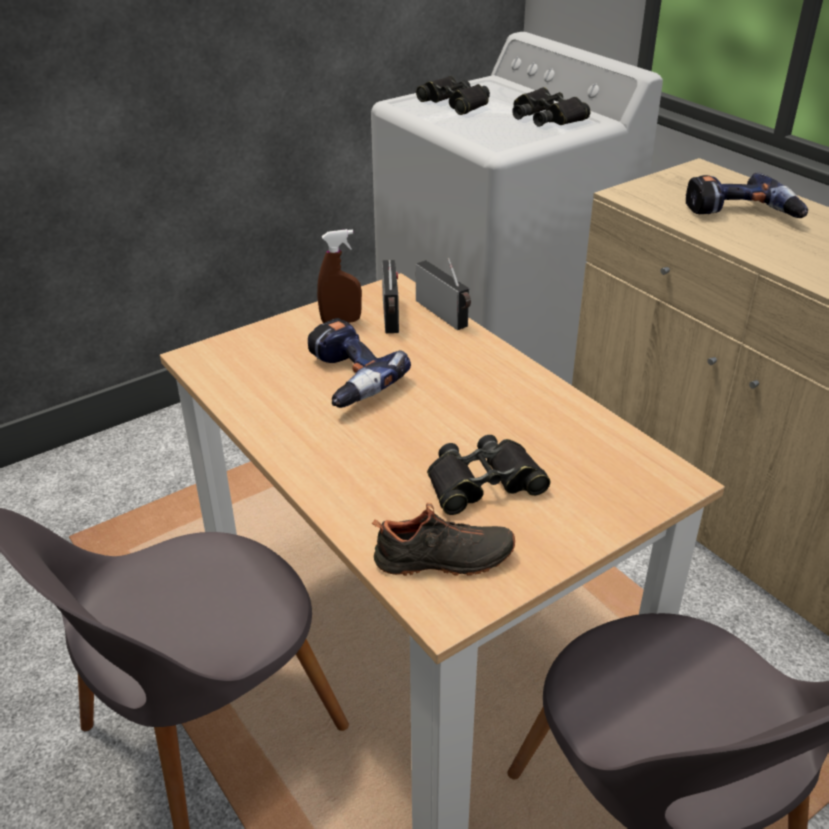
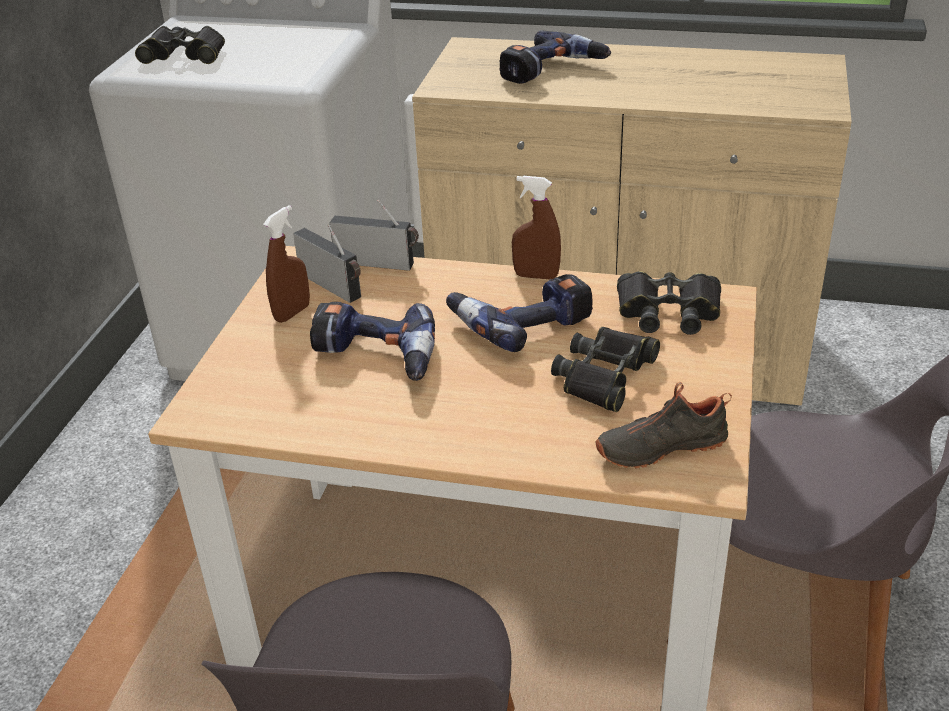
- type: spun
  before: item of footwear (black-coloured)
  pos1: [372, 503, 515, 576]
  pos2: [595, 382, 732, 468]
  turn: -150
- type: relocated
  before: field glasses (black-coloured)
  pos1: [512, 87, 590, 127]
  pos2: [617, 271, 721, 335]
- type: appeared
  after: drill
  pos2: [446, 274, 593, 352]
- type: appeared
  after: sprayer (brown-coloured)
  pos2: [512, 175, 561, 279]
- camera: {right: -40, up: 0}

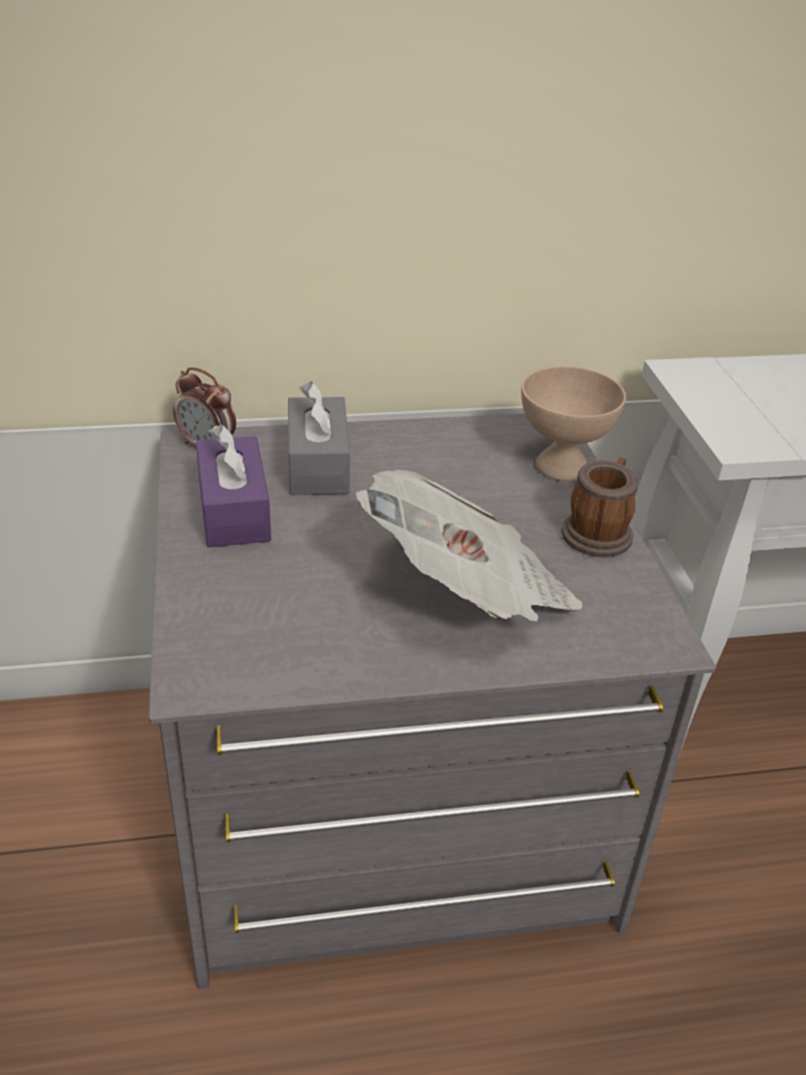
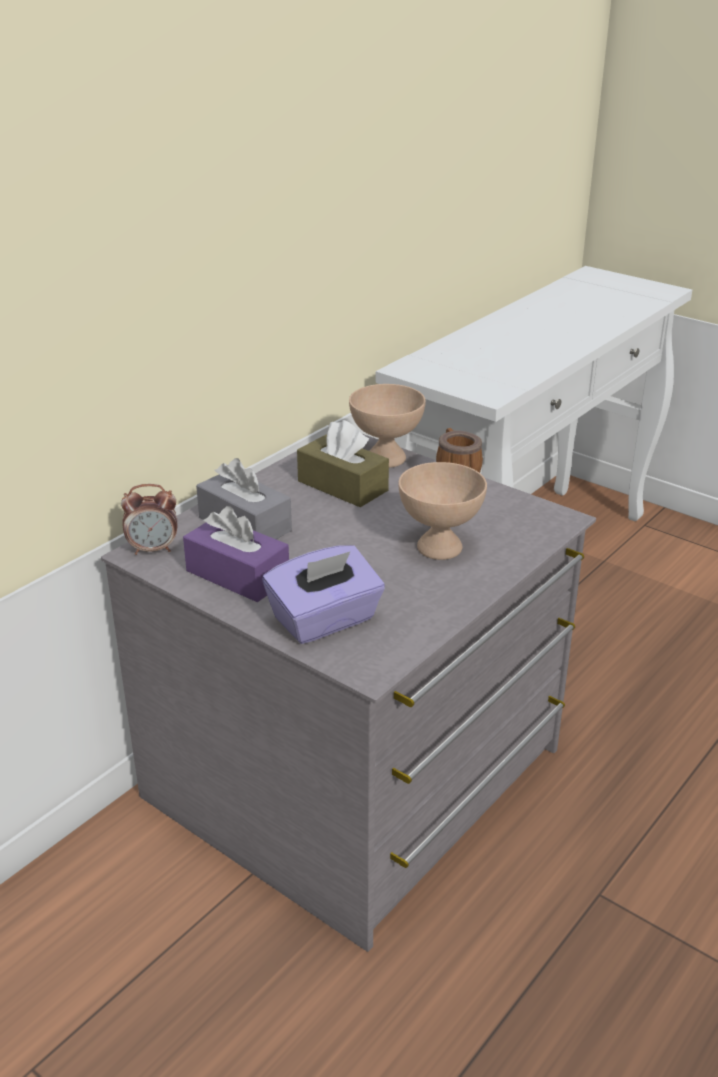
- type: exchanged
  before: newspaper
  after: deep dish (beige-coloured)
  pos1: [355, 470, 582, 621]
  pos2: [398, 462, 487, 560]
- type: appeared
  after: tissue holder (purplish)
  pos2: [263, 545, 385, 644]
- type: appeared
  after: tissue holder (brown-coloured)
  pos2: [297, 420, 389, 507]
- camera: {right: -40, up: -5}

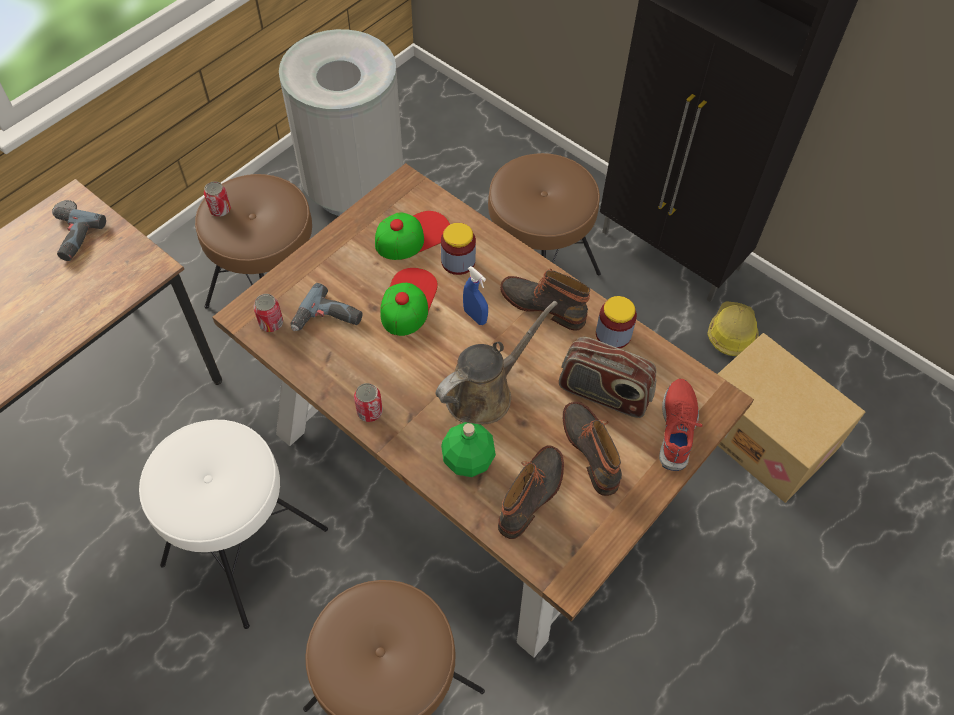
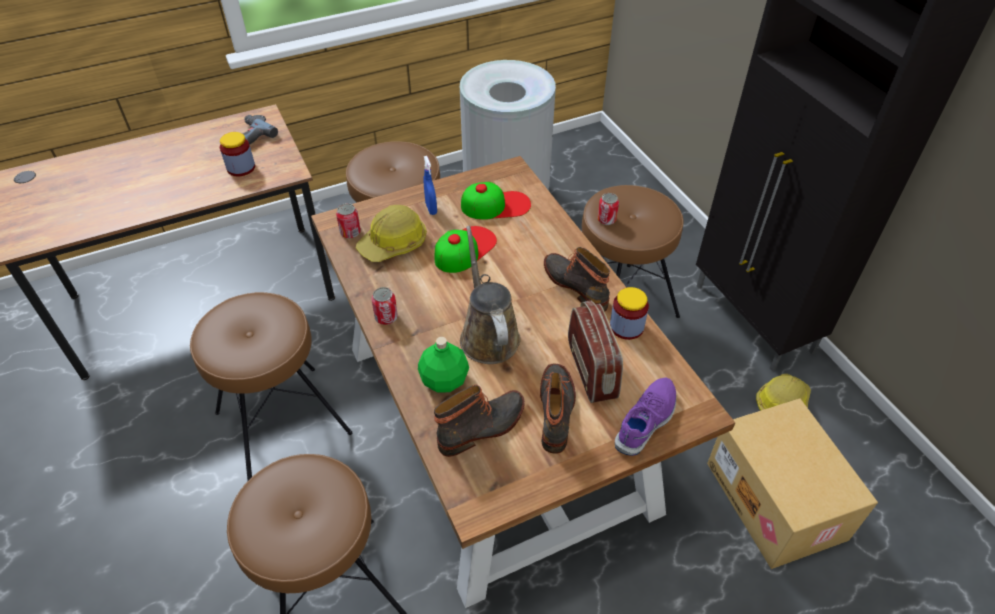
- type: colour
  before: stool (whitish)
  after: stool (brown-coloured)
  pos1: [139, 420, 328, 629]
  pos2: [190, 292, 352, 481]
- type: relocated
  before: sealed can
  pos1: [204, 181, 231, 217]
  pos2: [598, 193, 619, 225]
- type: exchanged
  before: drill
  after: safety helmet
  pos1: [291, 283, 363, 331]
  pos2: [356, 205, 427, 262]
- type: spun
  before: sprinkling can (brown-coloured)
  pos1: [436, 301, 558, 425]
  pos2: [460, 226, 521, 364]
  turn: -90
- type: relocated
  before: jar
  pos1: [441, 223, 476, 275]
  pos2: [220, 132, 255, 176]
- type: relocated
  before: sprayer (blue-coloured)
  pos1: [463, 266, 488, 325]
  pos2: [423, 156, 437, 215]
- type: spun
  before: radio set
  pos1: [559, 336, 657, 418]
  pos2: [568, 301, 623, 403]
  turn: -150
- type: colour
  before: item of footwear (red)
  after: item of footwear (purplish)
  pos1: [659, 379, 702, 471]
  pos2: [615, 377, 676, 456]
- camera: {right: 25, up: -10}

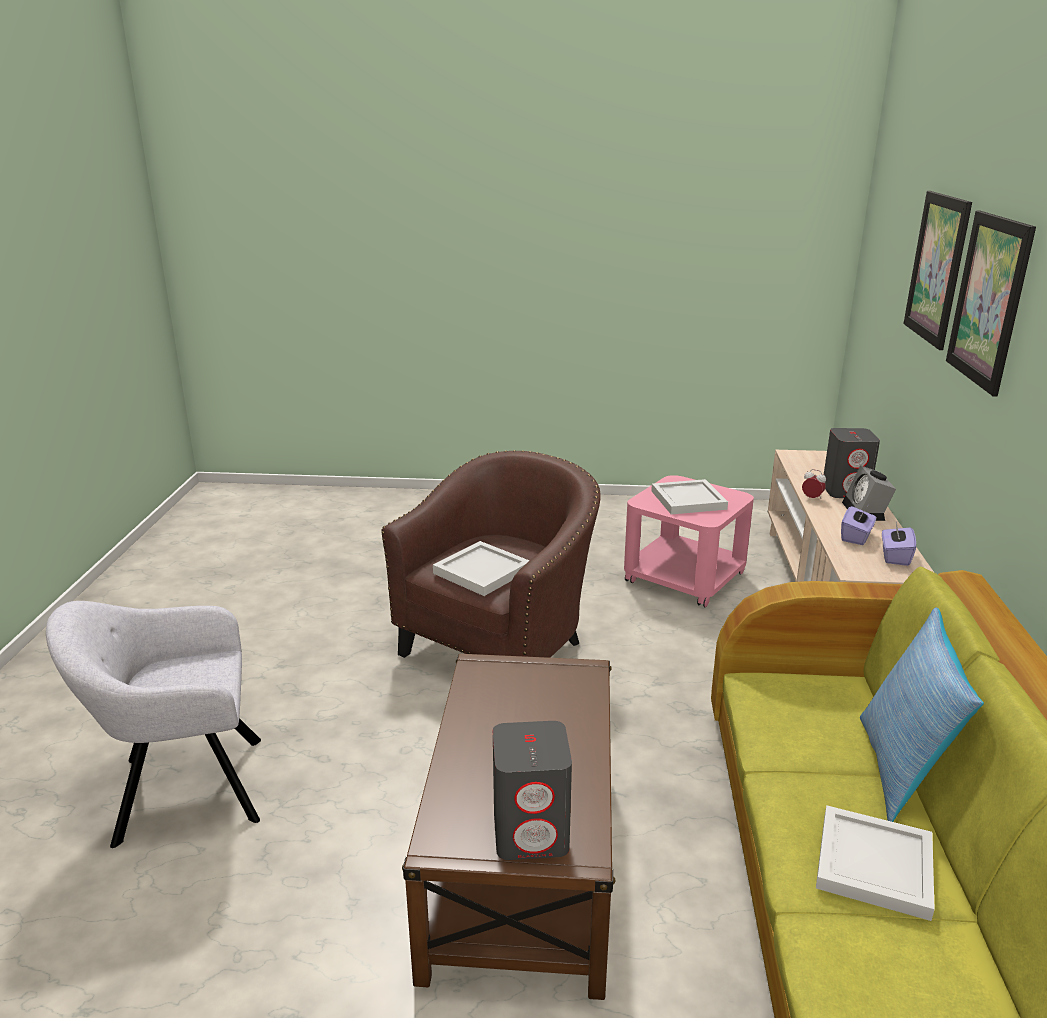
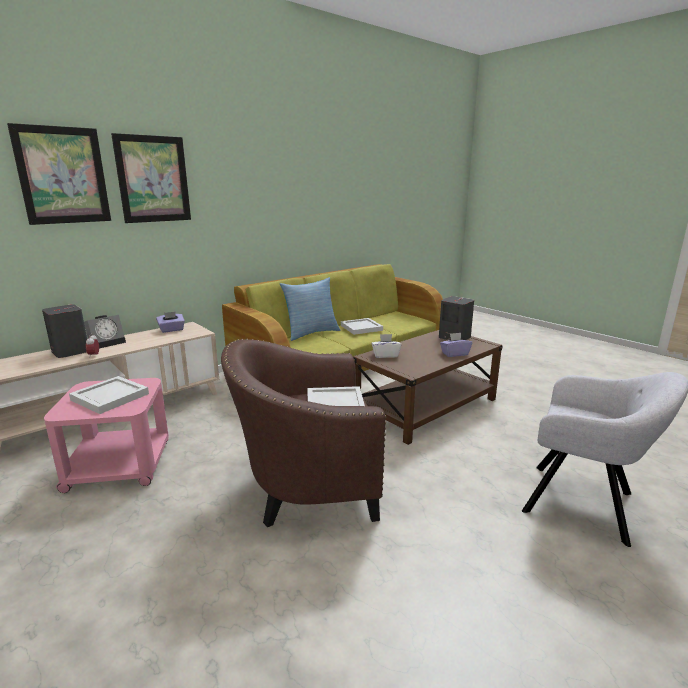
- type: relocated
  before: tissue holder (purplish)
  pos1: [841, 506, 876, 545]
  pos2: [440, 333, 472, 357]
- type: appeared
  after: tissue holder (whitish)
  pos2: [371, 334, 401, 358]
- camera: {right: -135, up: -5}

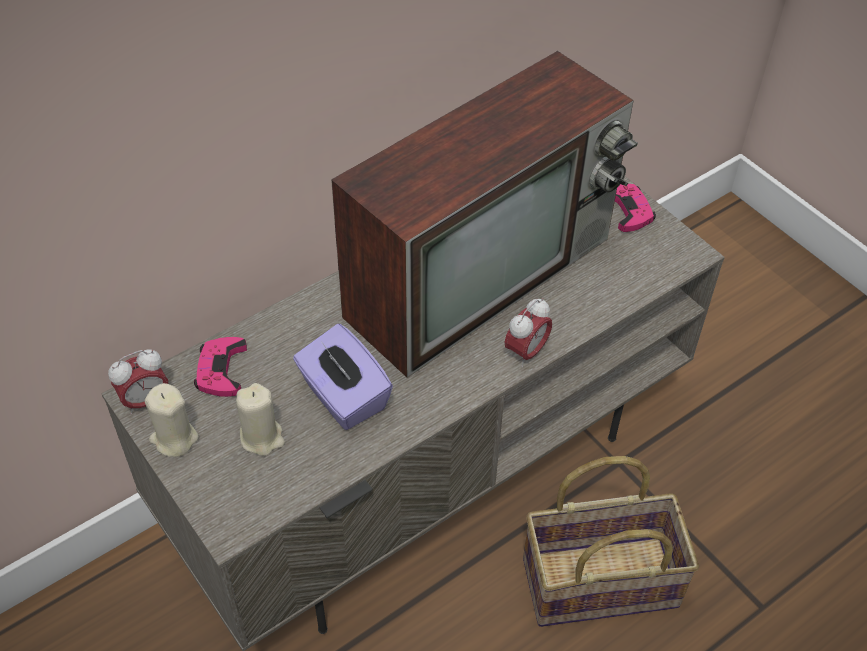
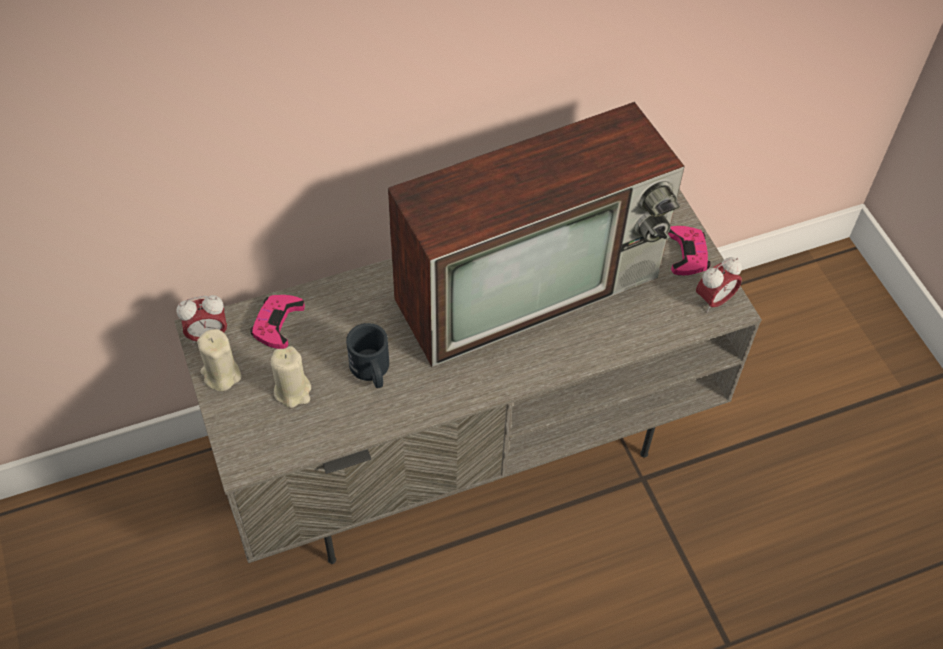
- type: exchanged
  before: tissue holder (purplish)
  after: tea mug (black-coloured)
  pos1: [293, 324, 393, 430]
  pos2: [346, 323, 389, 388]
- type: relocated
  before: table clock
  pos1: [505, 298, 552, 367]
  pos2: [696, 257, 742, 313]
- type: missing
  before: household basket
  pos1: [523, 456, 699, 627]
- camera: {right: 15, up: 5}

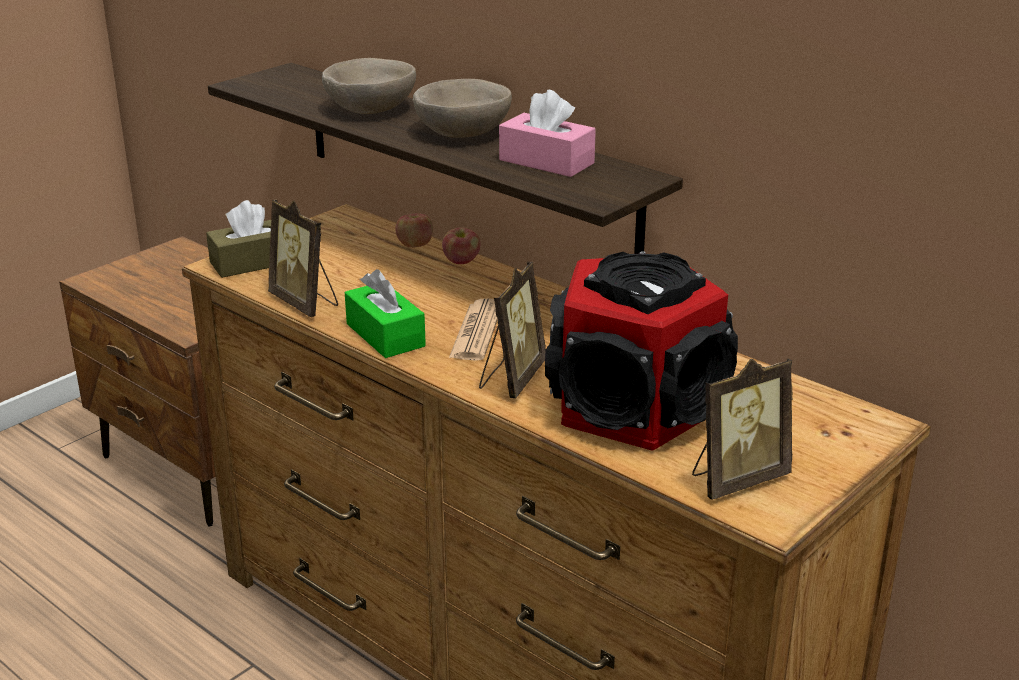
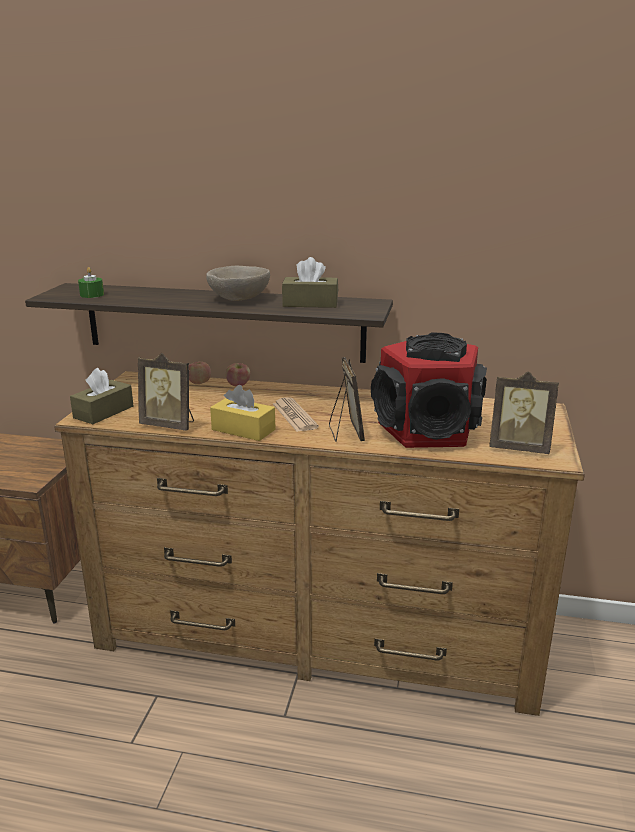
- type: missing
  before: deep dish (beige-coloured)
  pos1: [322, 58, 416, 114]
- type: colour
  before: tissue holder (green)
  after: tissue holder (yellow-coloured)
  pos1: [345, 269, 426, 358]
  pos2: [210, 385, 275, 441]
- type: colour
  before: tissue holder (pink)
  after: tissue holder (brown-coloured)
  pos1: [499, 90, 596, 177]
  pos2: [282, 257, 338, 308]
- type: spun
  before: picture frame
  pos1: [692, 358, 793, 500]
  pos2: [489, 371, 559, 454]
  turn: 75
- type: appeared
  after: wax candle (green)
  pos2: [78, 267, 104, 298]
- camera: {right: -30, up: -5}

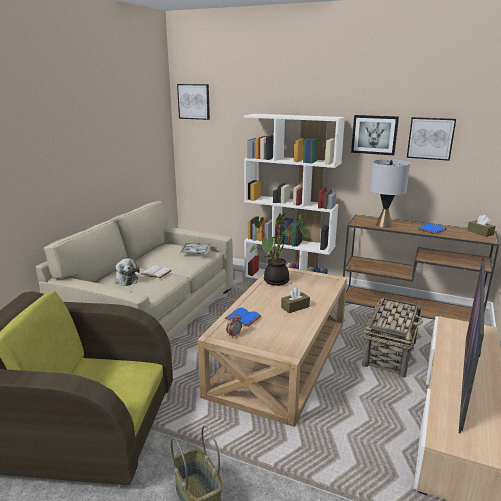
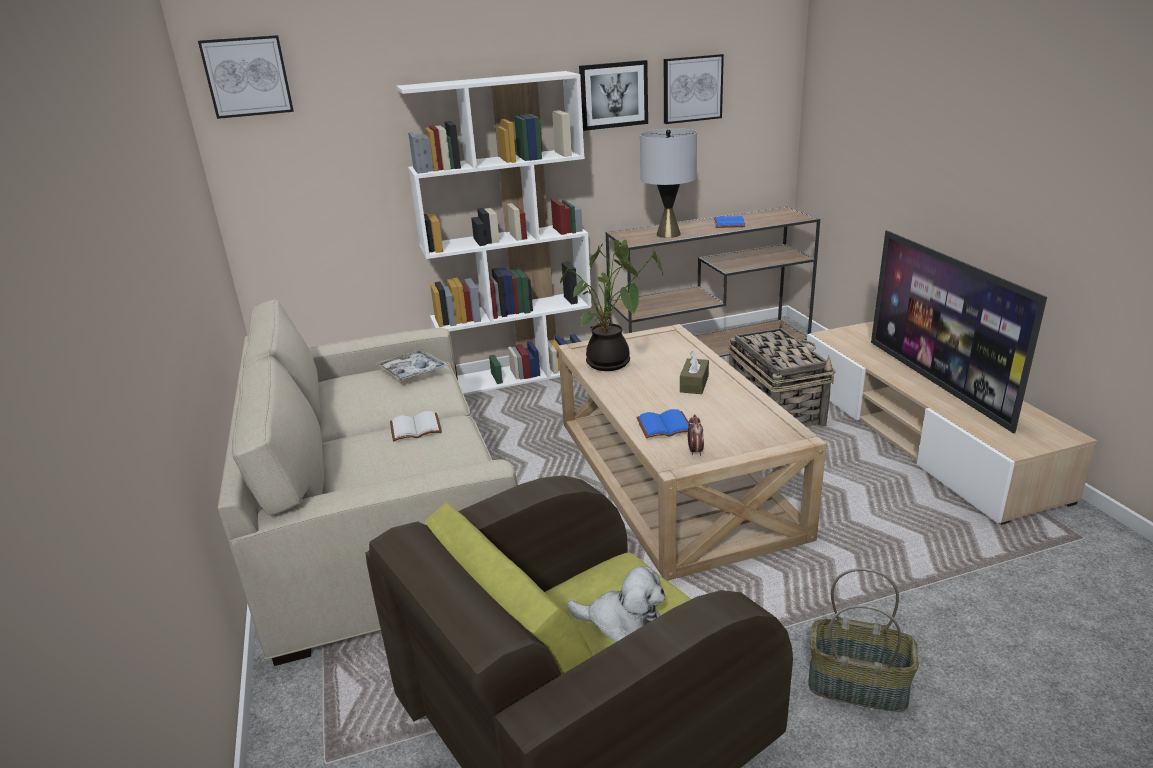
- type: relocated
  before: soft toy
  pos1: [114, 258, 140, 286]
  pos2: [567, 566, 665, 643]
- type: missing
  before: tissue holder (brown-coloured)
  pos1: [467, 215, 496, 237]
- camera: {right: -40, up: 5}

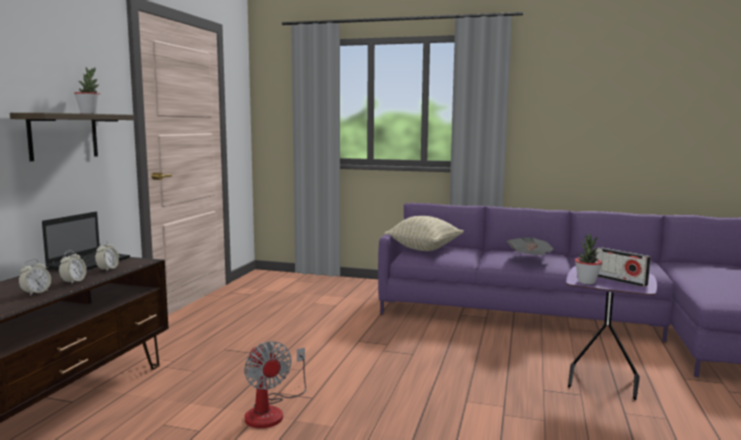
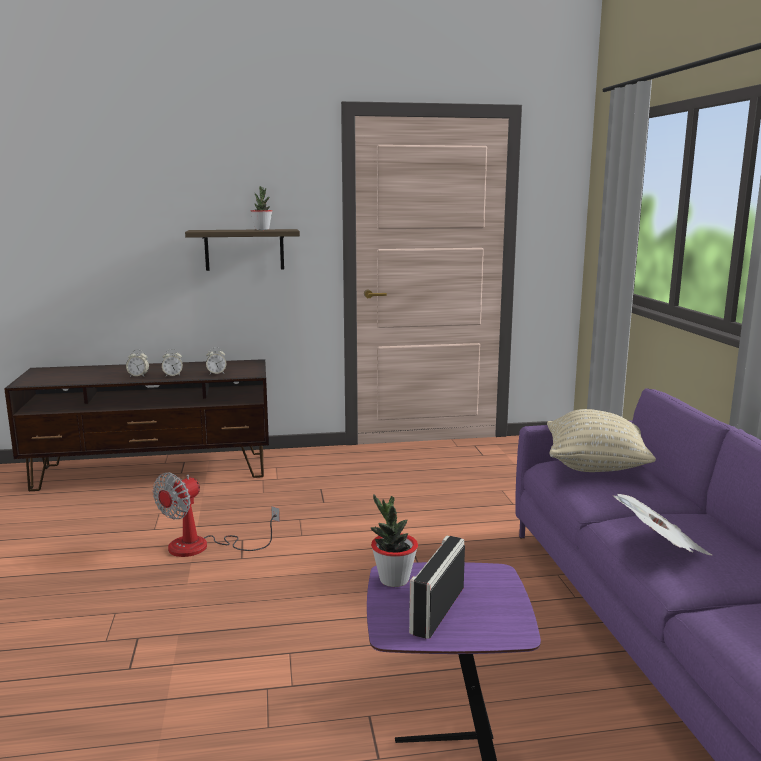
- type: missing
  before: portable computer
  pos1: [42, 212, 130, 270]
- camera: {right: 65, up: 5}

